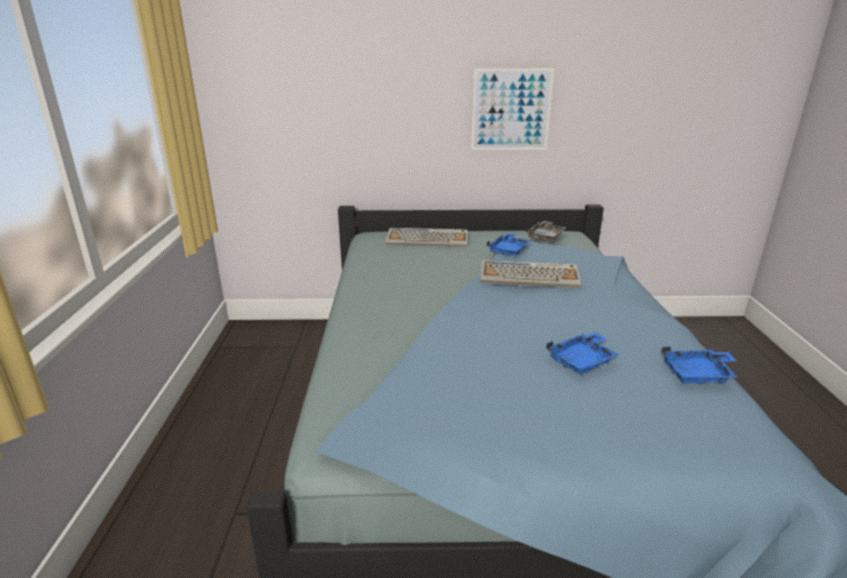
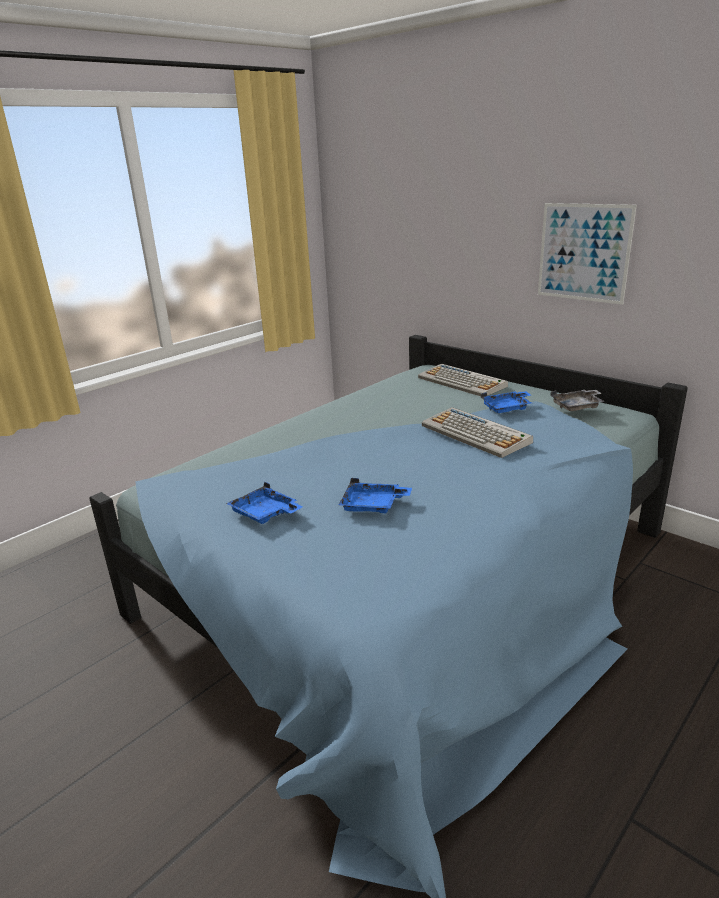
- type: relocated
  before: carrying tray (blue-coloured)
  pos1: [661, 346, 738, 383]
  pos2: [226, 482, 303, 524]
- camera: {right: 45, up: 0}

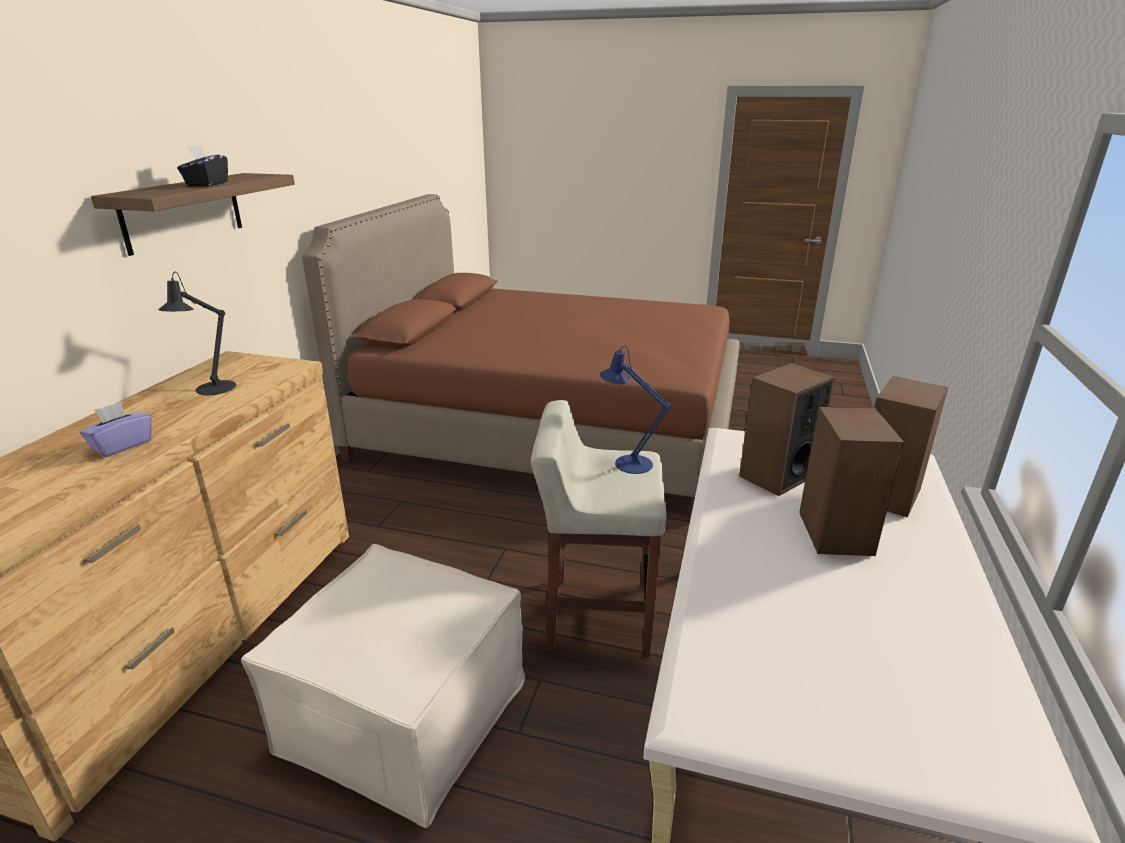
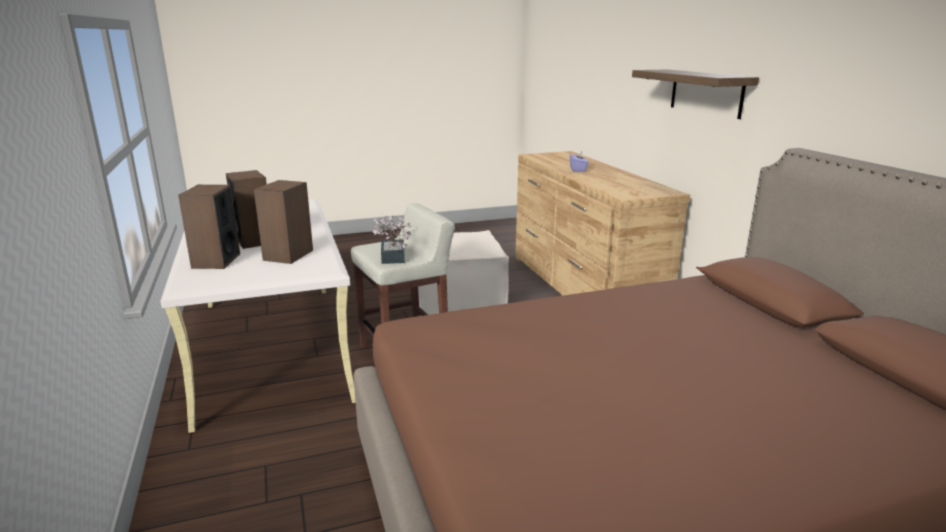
- type: missing
  before: lamp for a table (black-coloured)
  pos1: [158, 272, 236, 395]
- type: missing
  before: tissue holder (black-coloured)
  pos1: [177, 145, 228, 186]
- type: exchanged
  before: lamp for a table (blue-coloured)
  after: potted plant
  pos1: [600, 346, 671, 474]
  pos2: [372, 215, 414, 264]
- camera: {right: 145, up: -5}

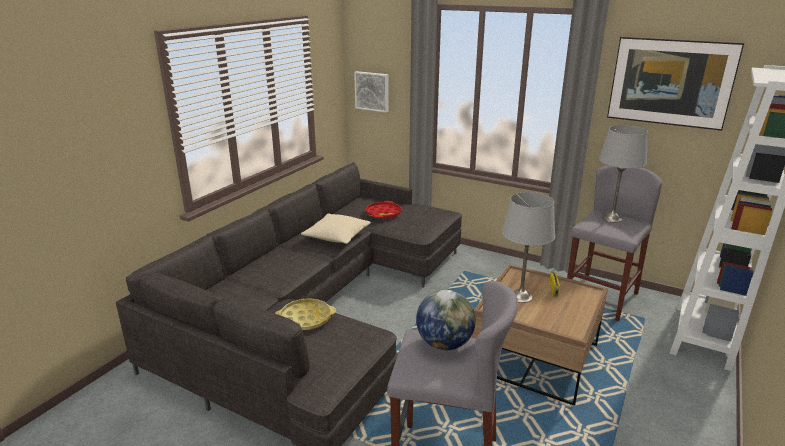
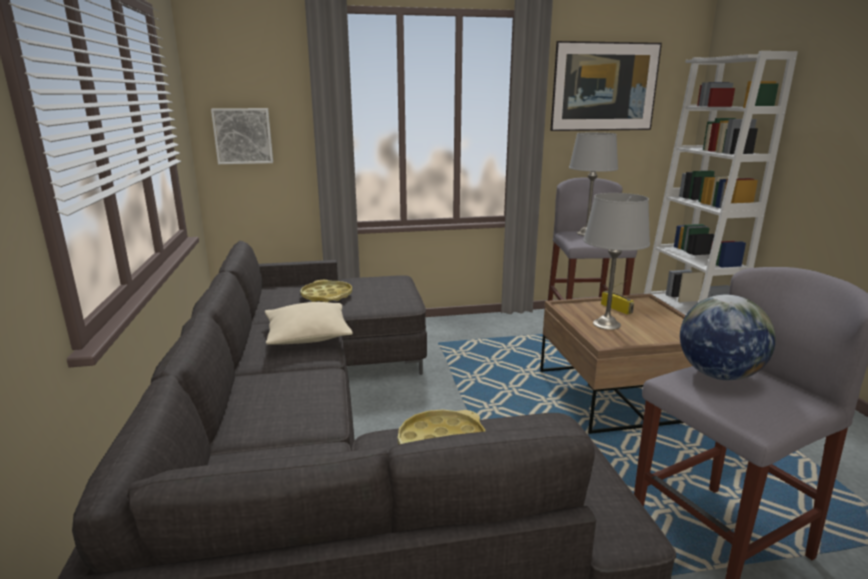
- type: colour
  before: carrying tray (red)
  after: carrying tray (yellow-coloured)
  pos1: [366, 201, 402, 219]
  pos2: [300, 280, 352, 302]
- camera: {right: -40, up: -5}

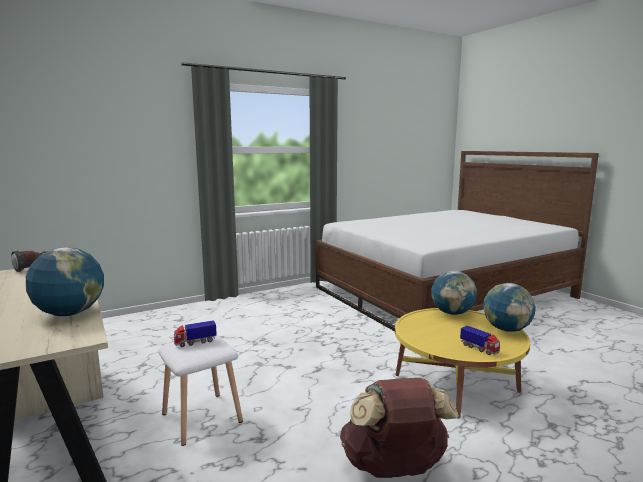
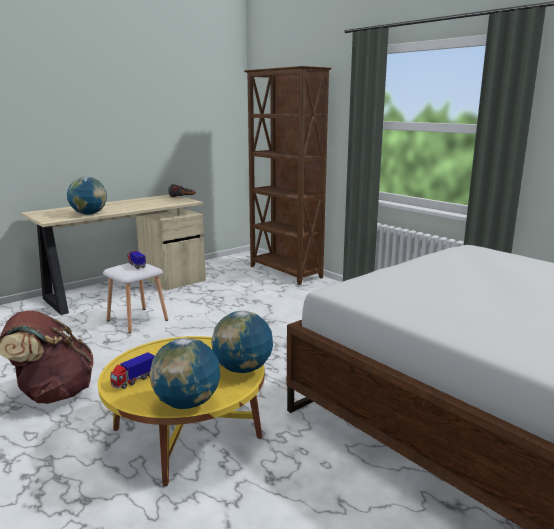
- type: appeared
  after: bookshelf (brown-coloured)
  pos2: [244, 66, 331, 285]
- camera: {right: 80, up: 5}

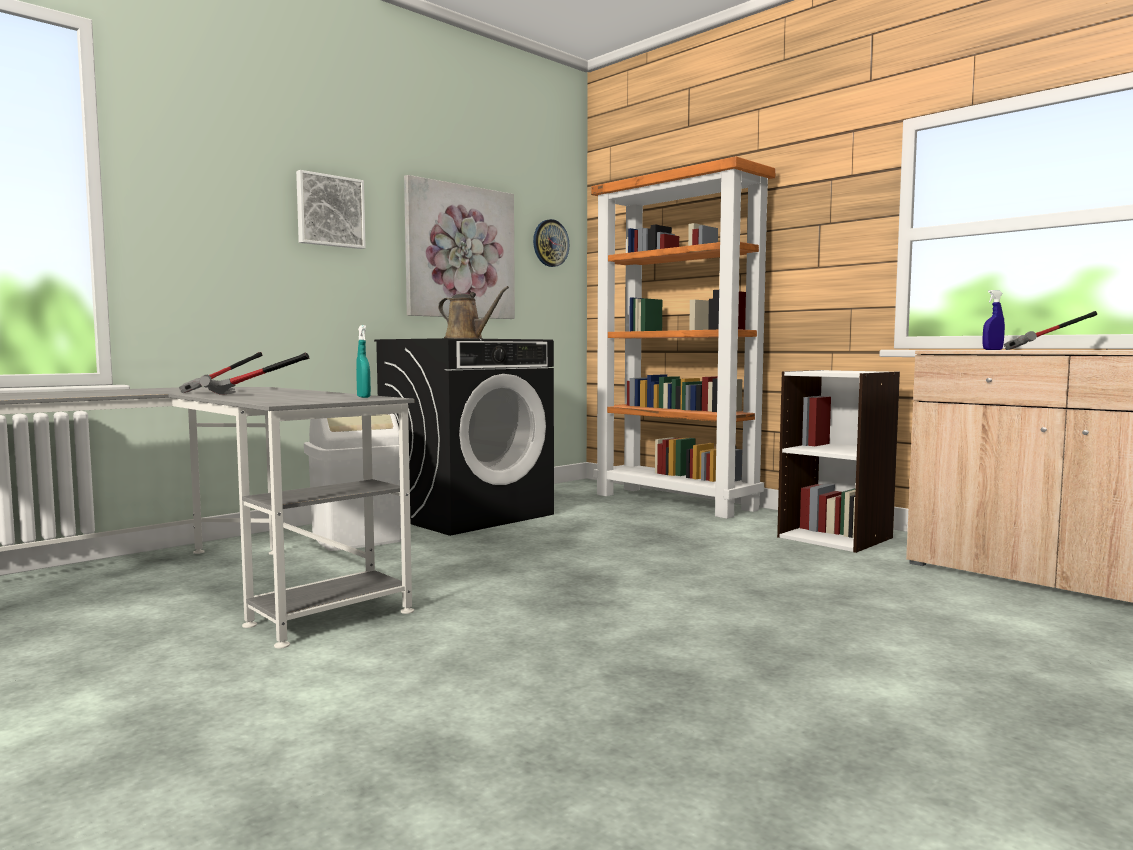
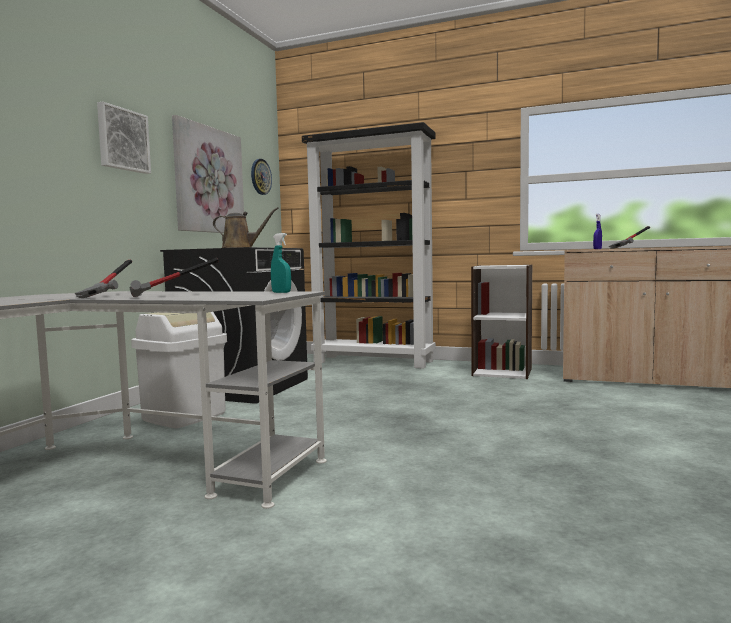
- type: colour
  before: bookshelf (orange)
  after: bookshelf (black-coloured)
  pos1: [591, 156, 776, 519]
  pos2: [302, 122, 436, 369]
- camera: {right: -25, up: 0}

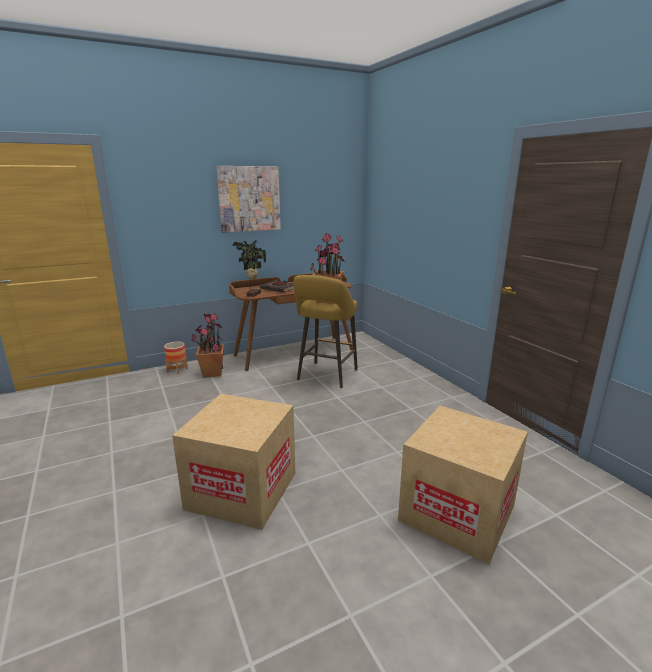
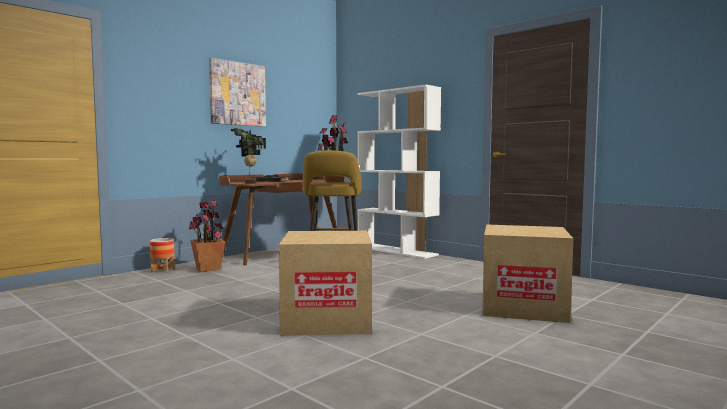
- type: appeared
  after: bookshelf (whitish)
  pos2: [357, 85, 441, 259]
- camera: {right: -20, up: -15}

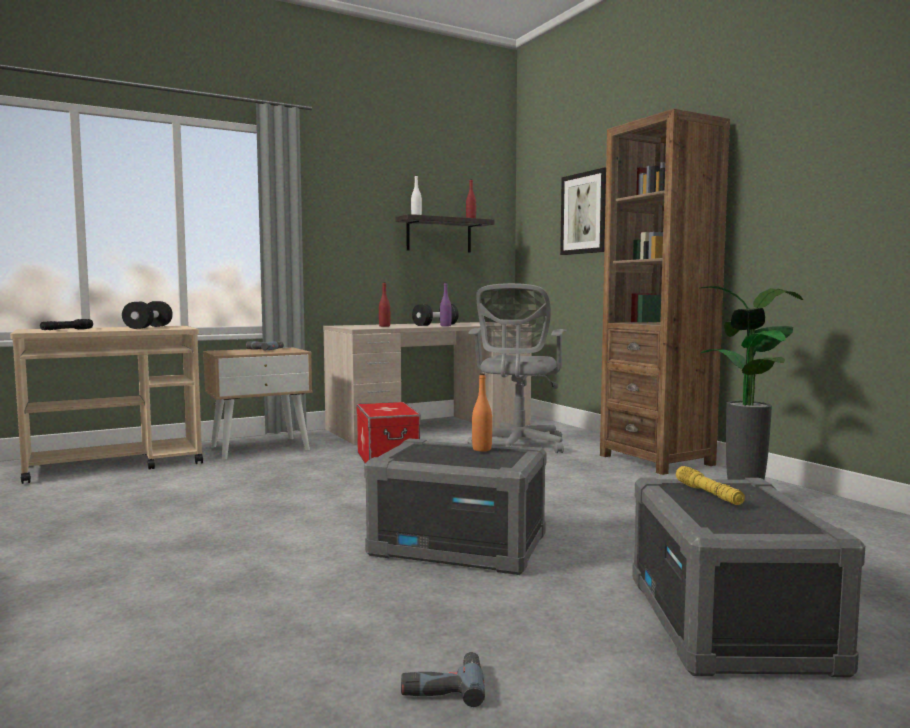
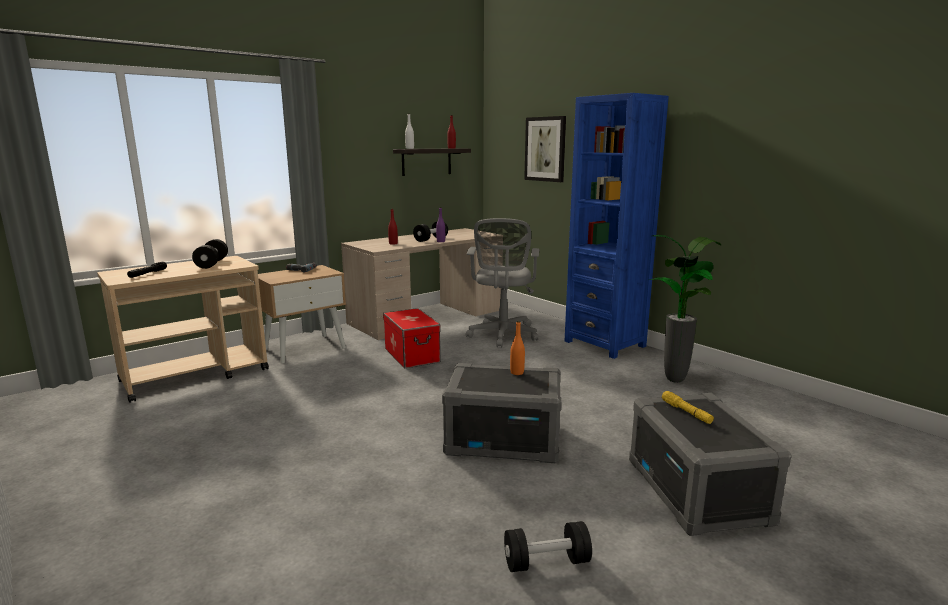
- type: exchanged
  before: drill
  after: free weight (black-coloured)
  pos1: [401, 652, 485, 707]
  pos2: [504, 521, 592, 572]
- type: colour
  before: bookshelf (brown-coloured)
  after: bookshelf (blue-coloured)
  pos1: [600, 109, 730, 475]
  pos2: [565, 93, 669, 359]
- camera: {right: -10, up: 10}

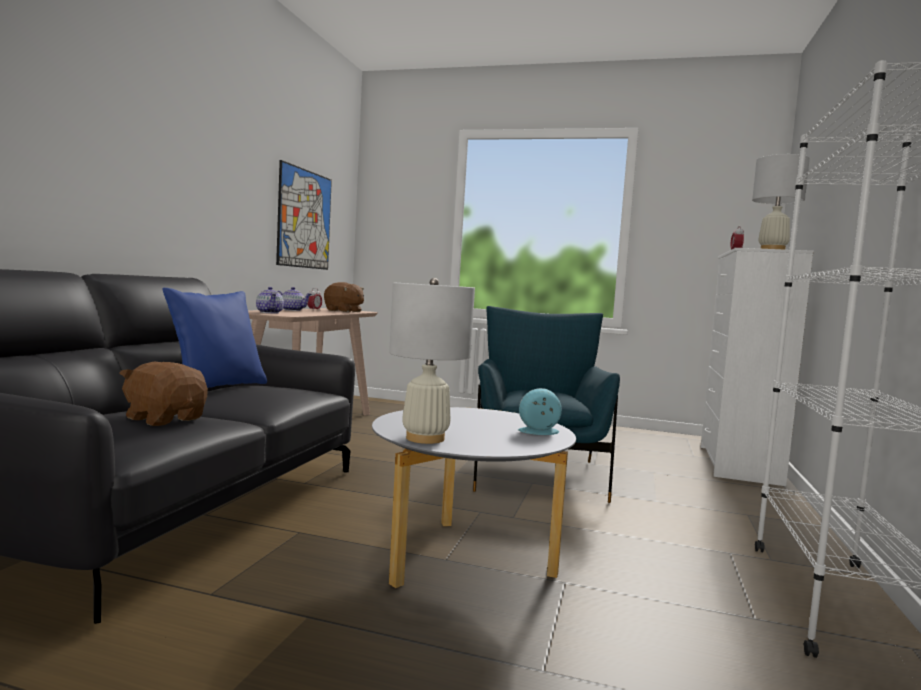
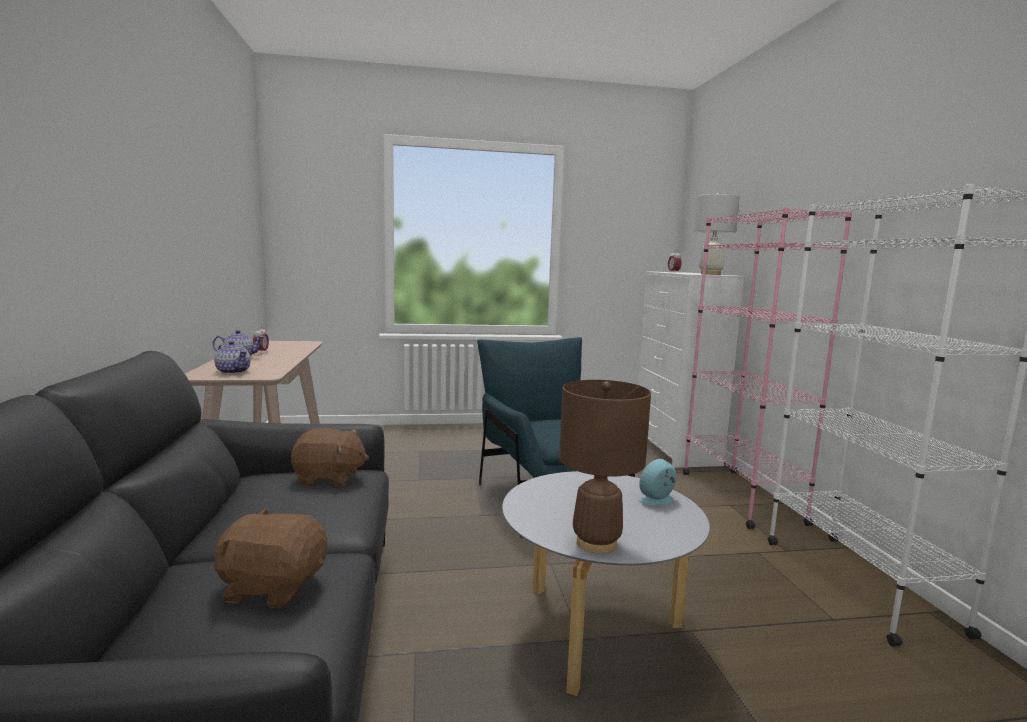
- type: missing
  before: cushion (blue-coloured)
  pos1: [163, 288, 267, 388]
- type: missing
  before: wall art
  pos1: [276, 160, 332, 270]
- type: relocated
  before: soft toy (brown-coloured)
  pos1: [324, 282, 364, 312]
  pos2: [291, 428, 369, 486]
- type: colour
  before: lamp for a table (whitish)
  after: lamp for a table (brown-coloured)
  pos1: [389, 278, 475, 444]
  pos2: [559, 380, 651, 554]
- type: appeared
  after: bookshelf (pink)
  pos2: [683, 207, 852, 529]
- camera: {right: -25, up: 5}

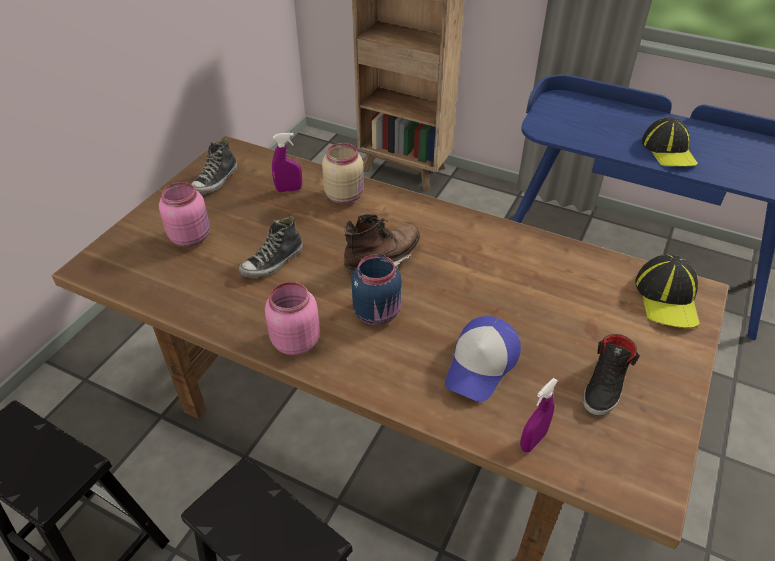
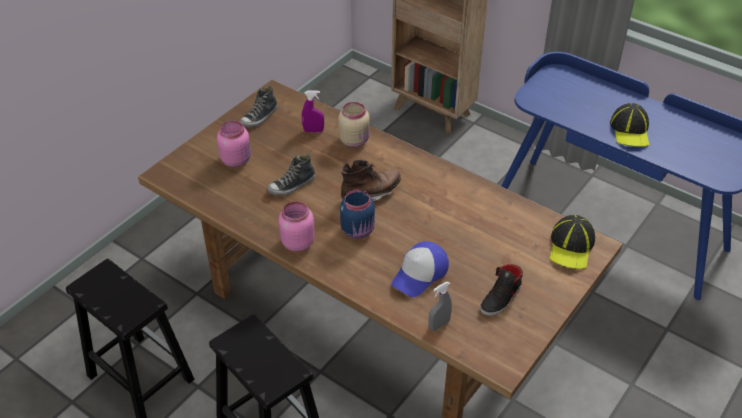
- type: colour
  before: sprayer (purplish)
  after: sprayer (gray)
  pos1: [520, 378, 558, 452]
  pos2: [428, 282, 452, 331]
- camera: {right: 10, up: 0}

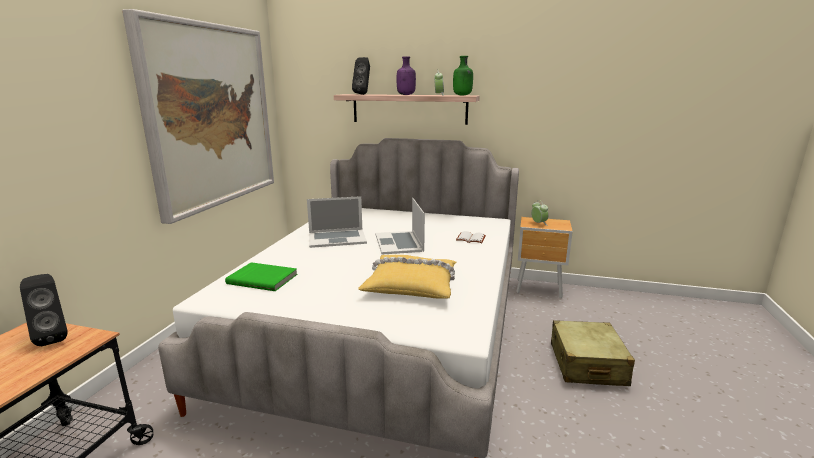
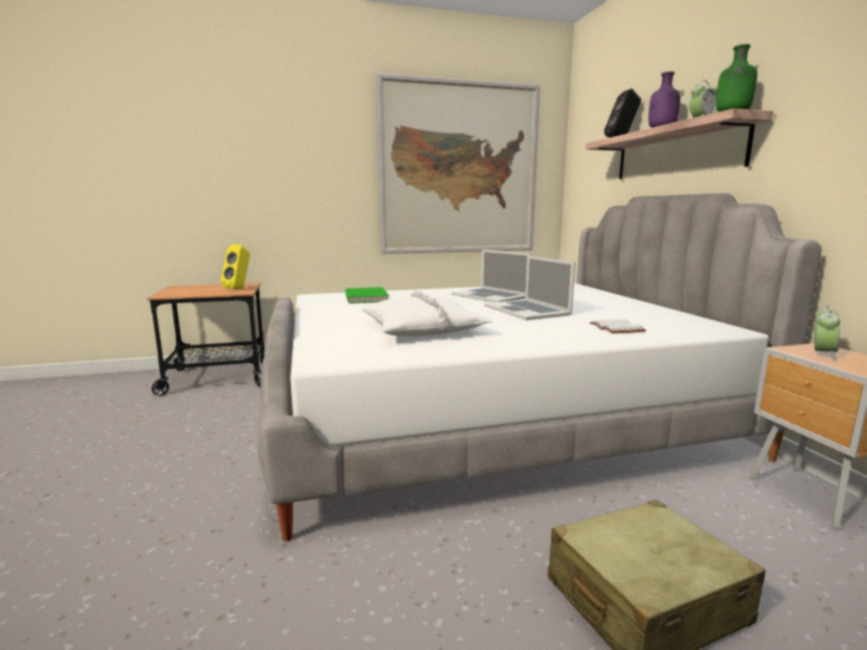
- type: colour
  before: speaker (black-coloured)
  after: speaker (yellow-coloured)
  pos1: [20, 274, 68, 346]
  pos2: [221, 244, 250, 289]
- type: colour
  before: cushion (yellow-coloured)
  after: cushion (whitish)
  pos1: [358, 255, 456, 299]
  pos2: [361, 290, 492, 337]
- type: spun
  before: portable computer
  pos1: [375, 198, 425, 255]
  pos2: [484, 255, 575, 320]
  turn: -75
- camera: {right: 60, up: -5}

